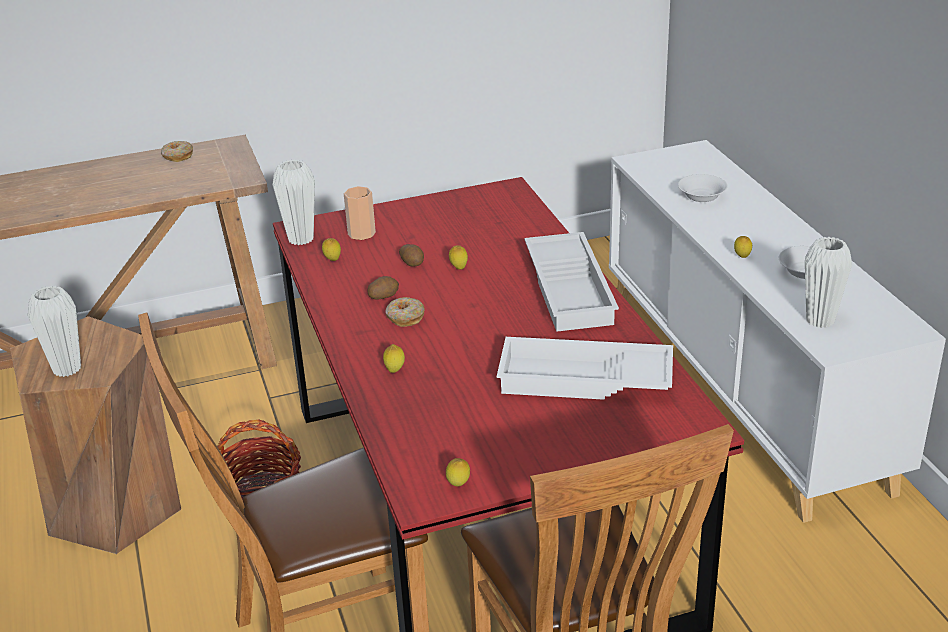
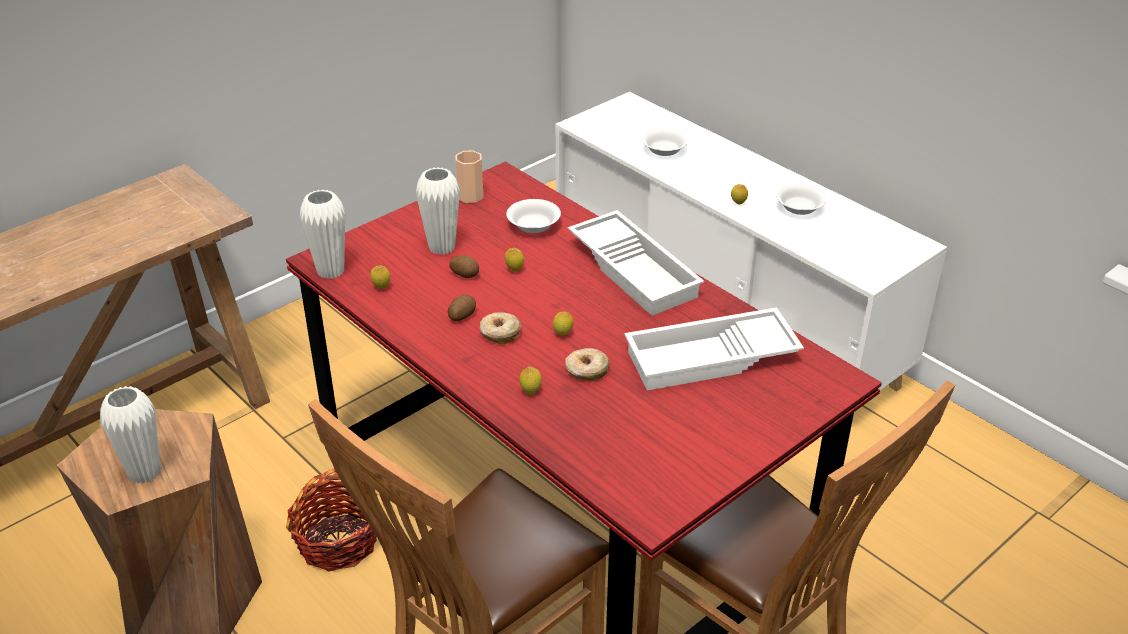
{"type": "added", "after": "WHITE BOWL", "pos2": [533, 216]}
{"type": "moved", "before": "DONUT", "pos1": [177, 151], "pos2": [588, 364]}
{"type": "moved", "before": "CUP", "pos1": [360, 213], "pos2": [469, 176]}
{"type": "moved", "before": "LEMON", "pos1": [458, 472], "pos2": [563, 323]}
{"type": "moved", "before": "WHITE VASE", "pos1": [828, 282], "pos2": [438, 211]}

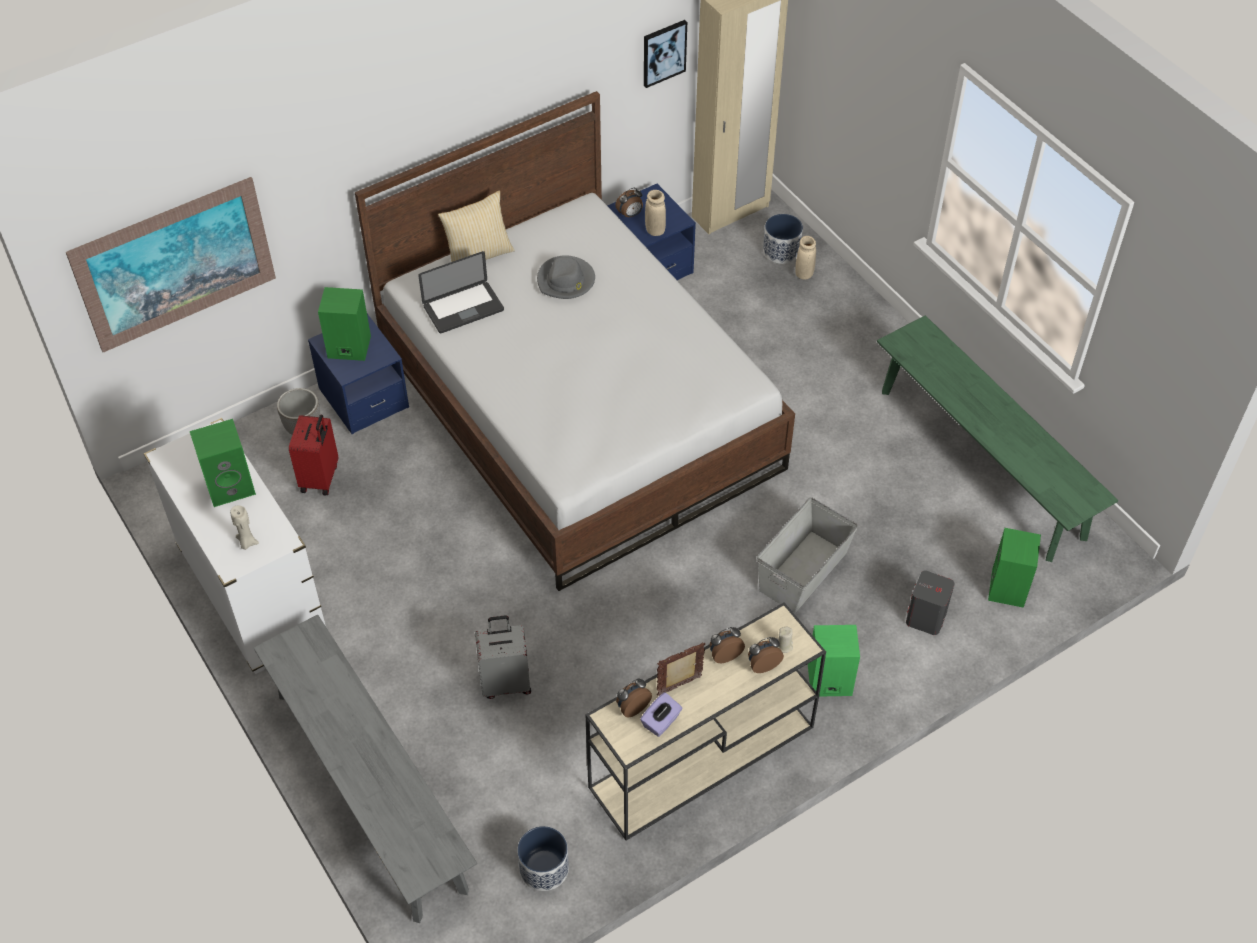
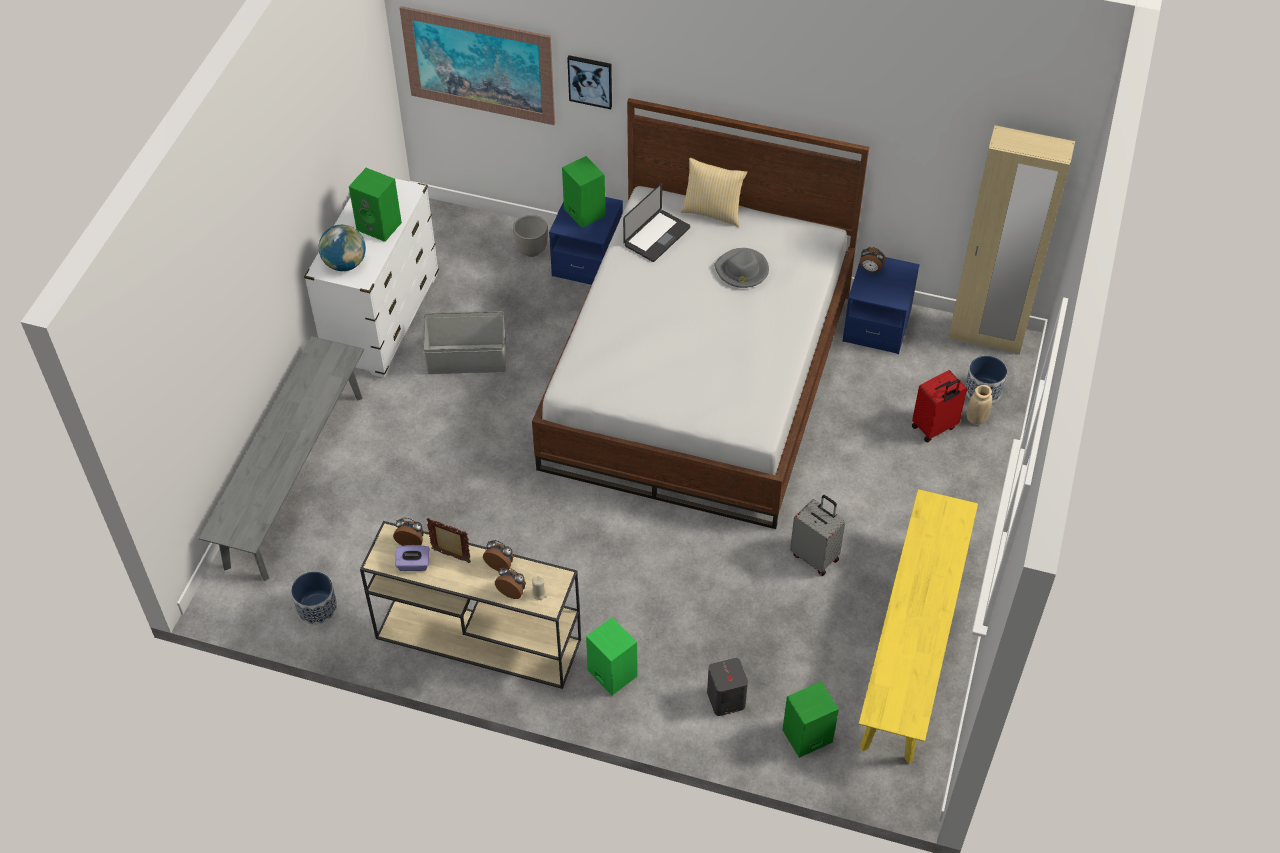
{"type": "removed", "before": "BEIGE VASE", "pos1": [655, 213]}
{"type": "moved", "before": "RED SUITCASE", "pos1": [313, 455], "pos2": [939, 406]}
{"type": "moved", "before": "GREY SUITCASE", "pos1": [503, 657], "pos2": [817, 535]}
{"type": "moved", "before": "PICTURE", "pos1": [665, 54], "pos2": [589, 82]}
{"type": "moved", "before": "GREY STORAGE BOX", "pos1": [807, 555], "pos2": [464, 342]}
{"type": "replaced", "before": "BEIGE CANDLE", "after": "GLOBE", "pos1": [244, 528], "pos2": [342, 248]}
{"type": "recoloured", "before": "GREEN BENCH", "after": "YELLOW BENCH", "pos1": [998, 438], "pos2": [918, 626]}
{"type": "turned", "before": "LAPTOP", "pos1": [461, 292], "pos2": [656, 222], "turn": -75}

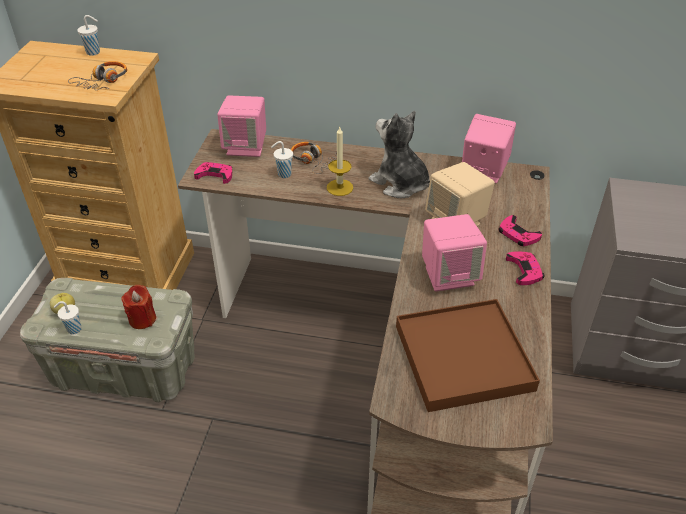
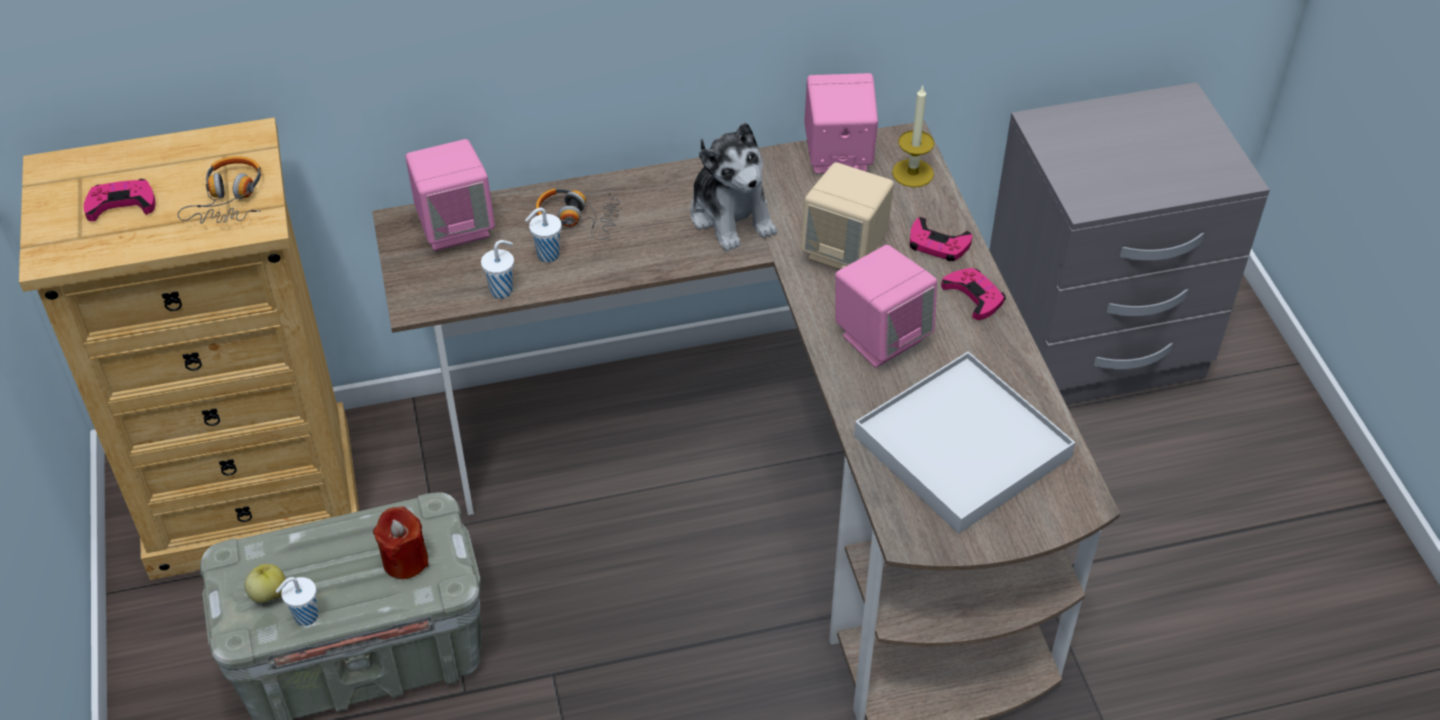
{"type": "moved", "before": "WHITE CUP", "pos1": [88, 35], "pos2": [497, 269]}
{"type": "moved", "before": "PINK GAME CONTROLLER", "pos1": [213, 173], "pos2": [120, 200]}
{"type": "moved", "before": "CANDLE", "pos1": [340, 161], "pos2": [913, 136]}
{"type": "recoloured", "before": "BROWN TRAY", "after": "WHITE TRAY", "pos1": [468, 355], "pos2": [964, 443]}
{"type": "turned", "before": "PLUSH TOY", "pos1": [399, 154], "pos2": [733, 187], "turn": -135}

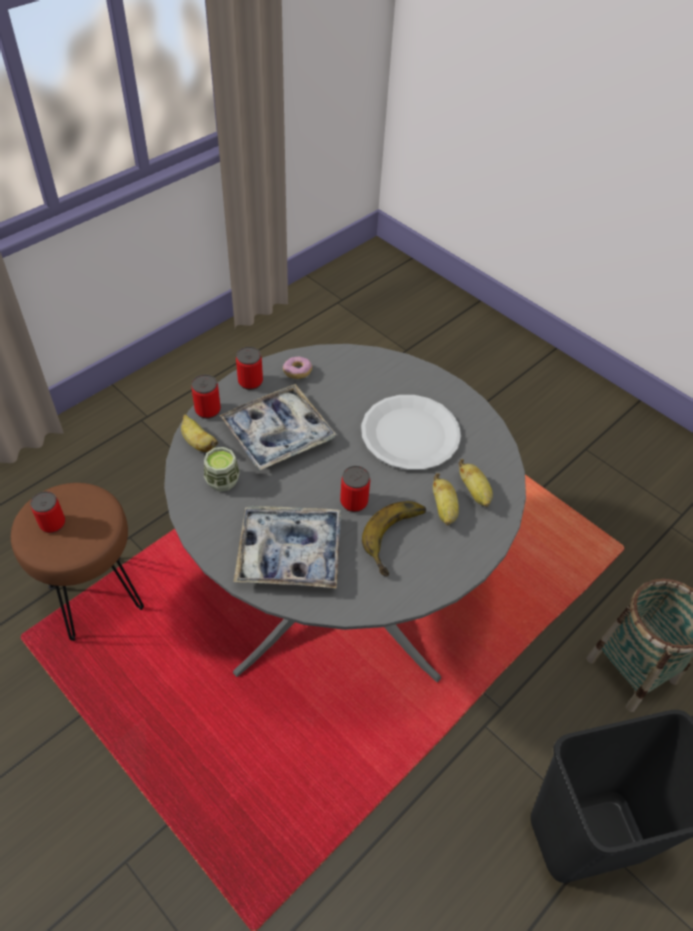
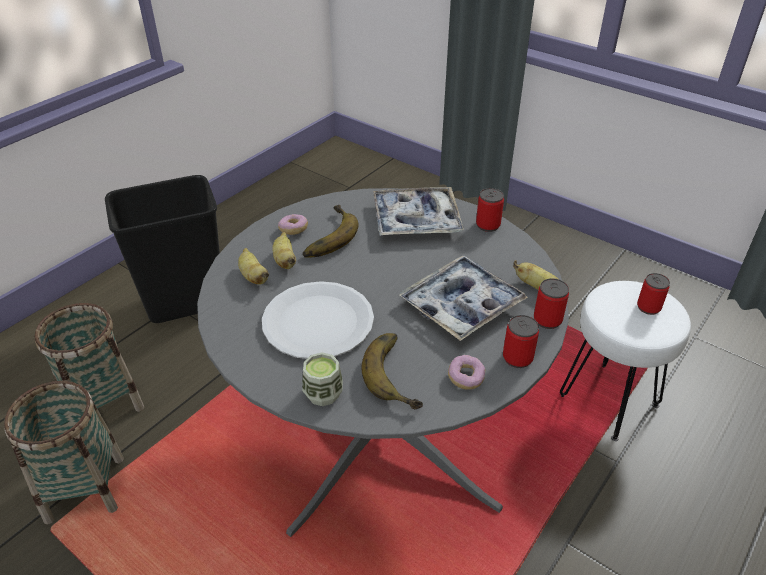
{"type": "added", "after": "BASKET", "pos2": [64, 452]}
{"type": "added", "after": "DONUT", "pos2": [293, 224]}
{"type": "added", "after": "BANANA", "pos2": [392, 371]}
{"type": "moved", "before": "CUP", "pos1": [222, 469], "pos2": [322, 379]}
{"type": "moved", "before": "CAN", "pos1": [355, 489], "pos2": [490, 210]}
{"type": "recoloured", "before": "BROWN STOOL", "after": "WHITE STOOL", "pos1": [77, 562], "pos2": [625, 361]}

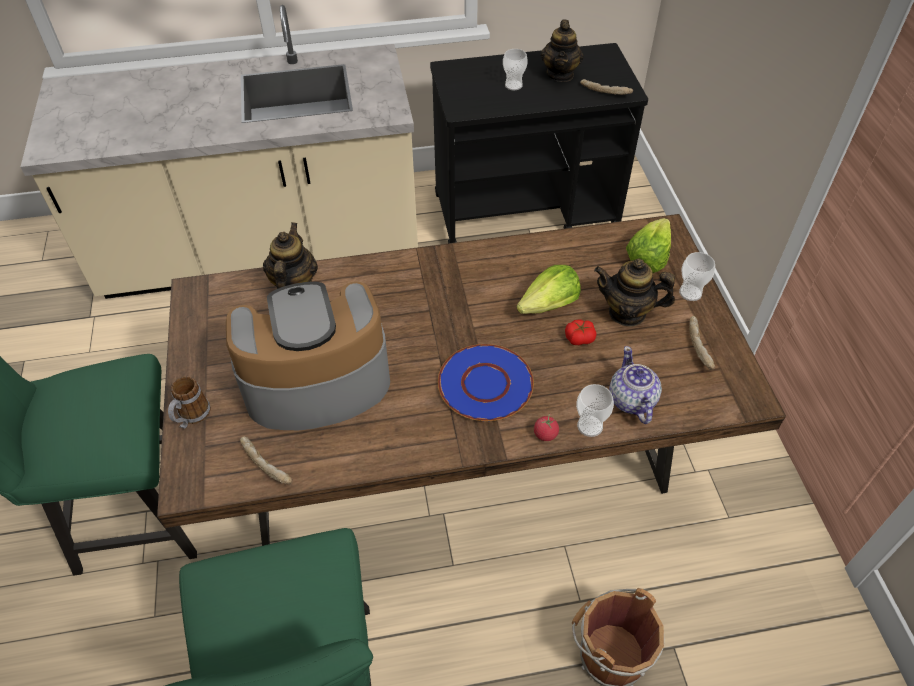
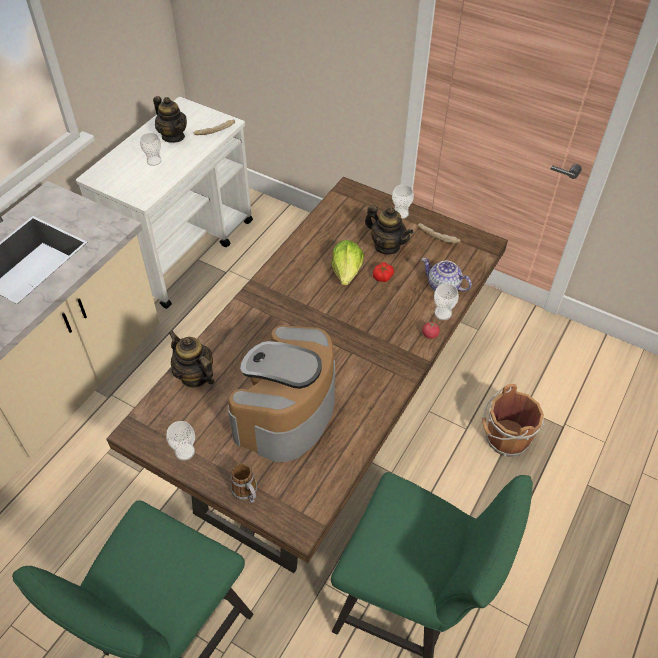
{"type": "removed", "before": "BREAD", "pos1": [266, 460]}
{"type": "removed", "before": "BLUE PLATE", "pos1": [486, 382]}
{"type": "removed", "before": "LETTUCE", "pos1": [648, 245]}
{"type": "added", "after": "CUP", "pos2": [180, 441]}
{"type": "recoloured", "before": "BLACK CART", "after": "WHITE CART", "pos1": [539, 143], "pos2": [164, 203]}
{"type": "turned", "before": "TEAPOT", "pos1": [634, 292], "pos2": [389, 229], "turn": -105}

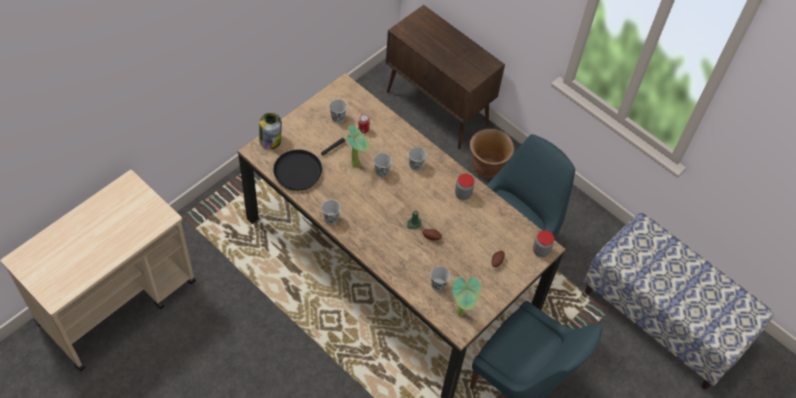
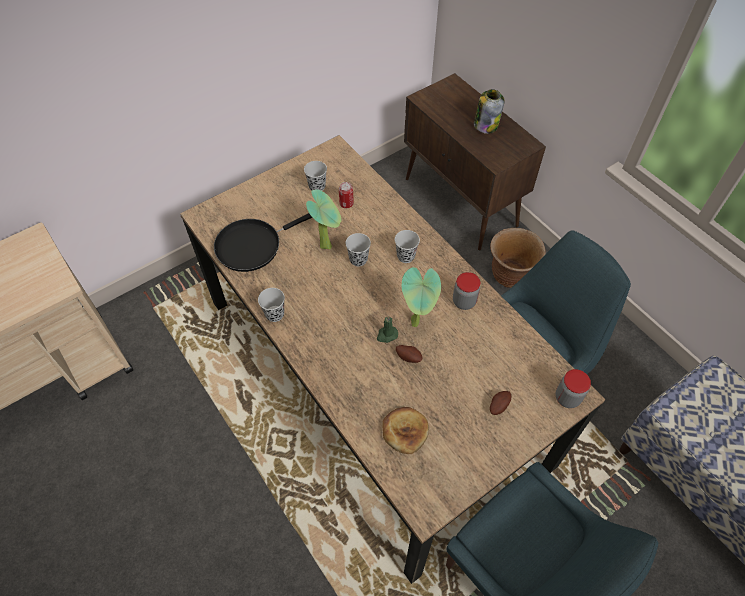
{"type": "moved", "before": "JAR", "pos1": [270, 131], "pos2": [489, 111]}
{"type": "moved", "before": "POTTED PLANT", "pos1": [466, 296], "pos2": [421, 297]}
{"type": "replaced", "before": "BLACK CUP", "after": "BREAD", "pos1": [440, 278], "pos2": [405, 430]}

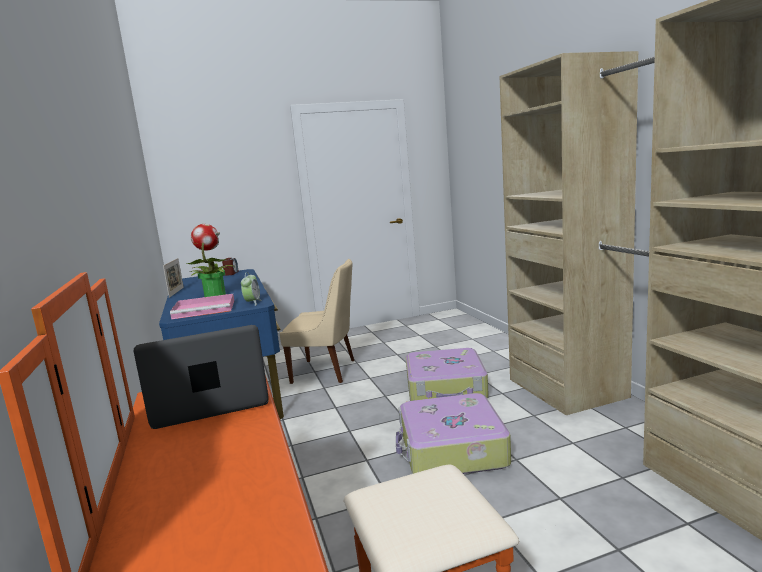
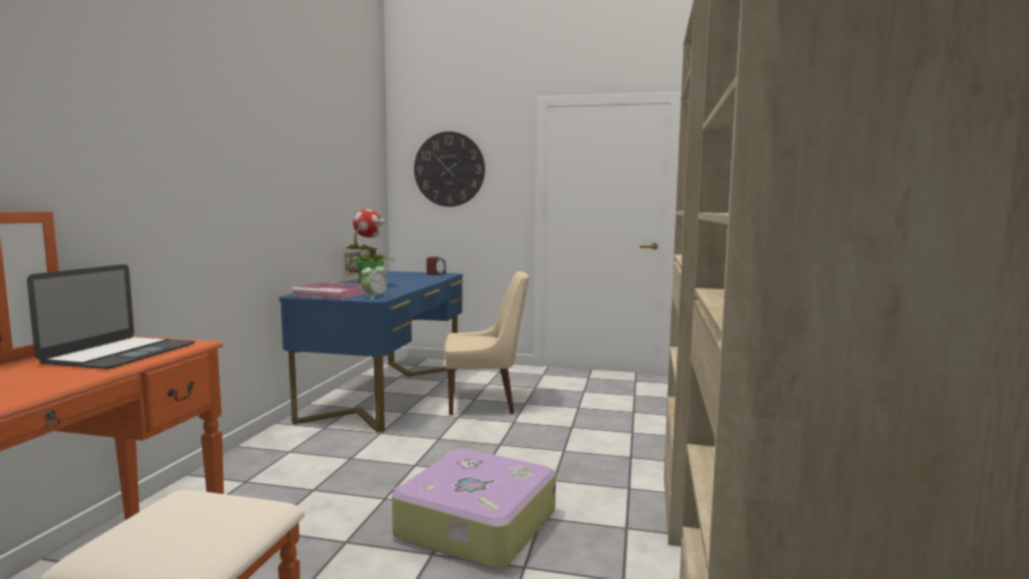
{"type": "removed", "before": "SUITCASE", "pos1": [447, 374]}
{"type": "added", "after": "WALL CLOCK", "pos2": [449, 169]}
{"type": "turned", "before": "LAPTOP", "pos1": [201, 377], "pos2": [111, 316], "turn": 90}
{"type": "turned", "before": "BEIGE CHAIR", "pos1": [317, 321], "pos2": [487, 343], "turn": -45}

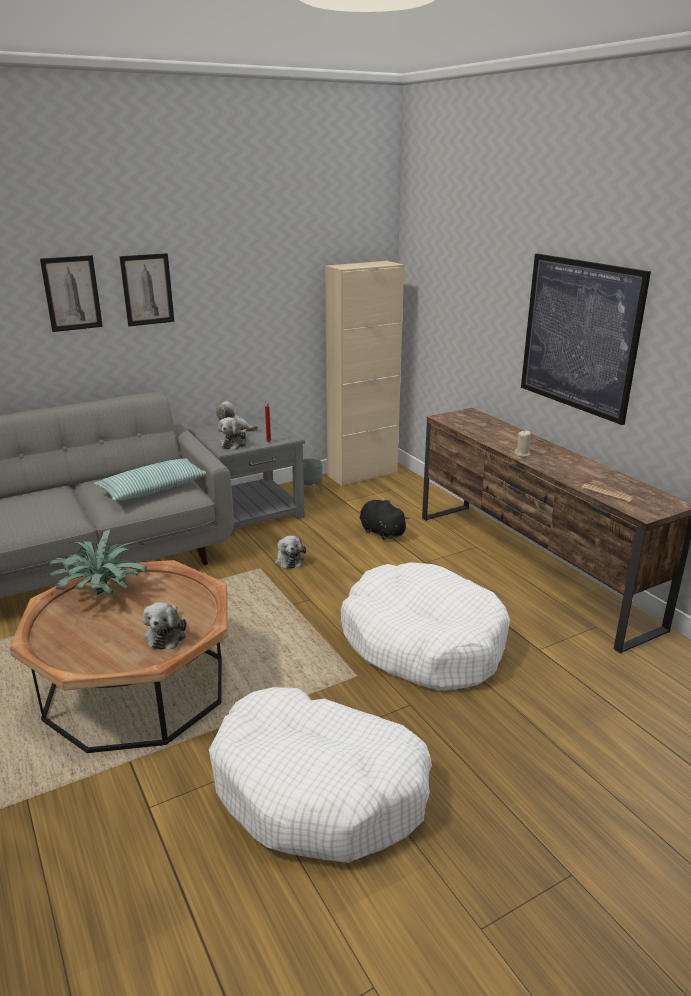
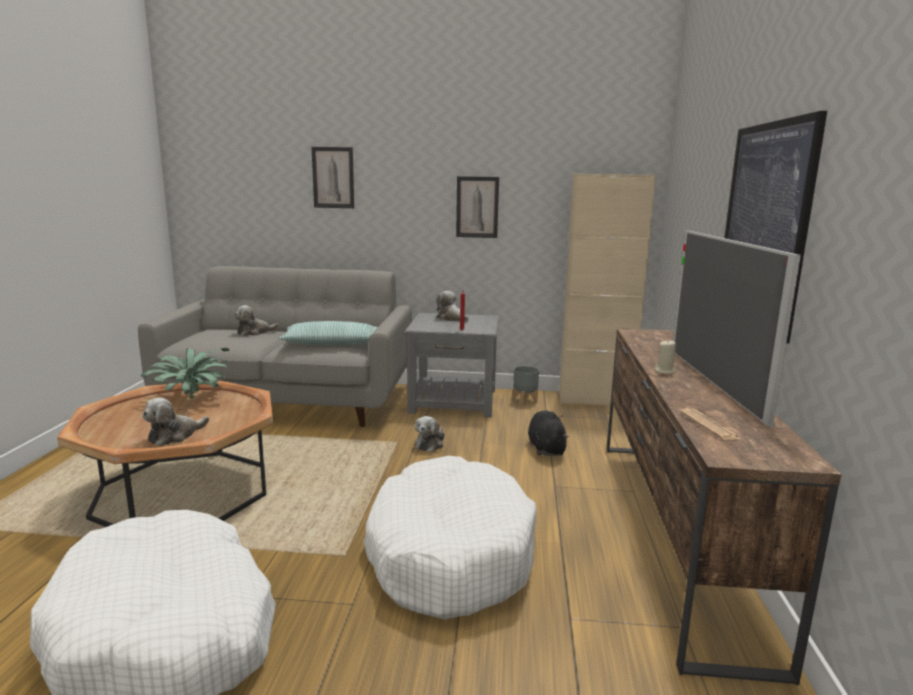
{"type": "added", "after": "TELEVISION", "pos2": [737, 328]}
{"type": "moved", "before": "PICTURE", "pos1": [146, 289], "pos2": [477, 207]}
{"type": "moved", "before": "PLUSH TOY", "pos1": [232, 433], "pos2": [256, 320]}

